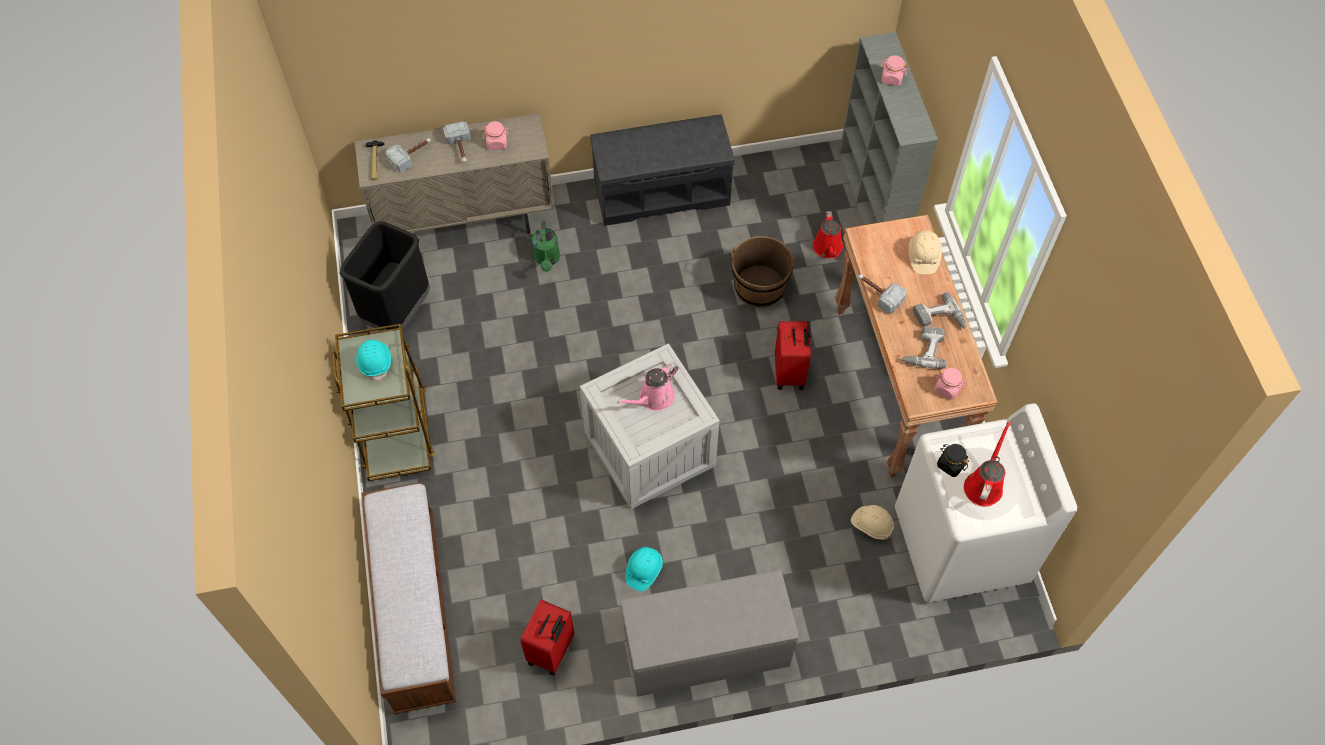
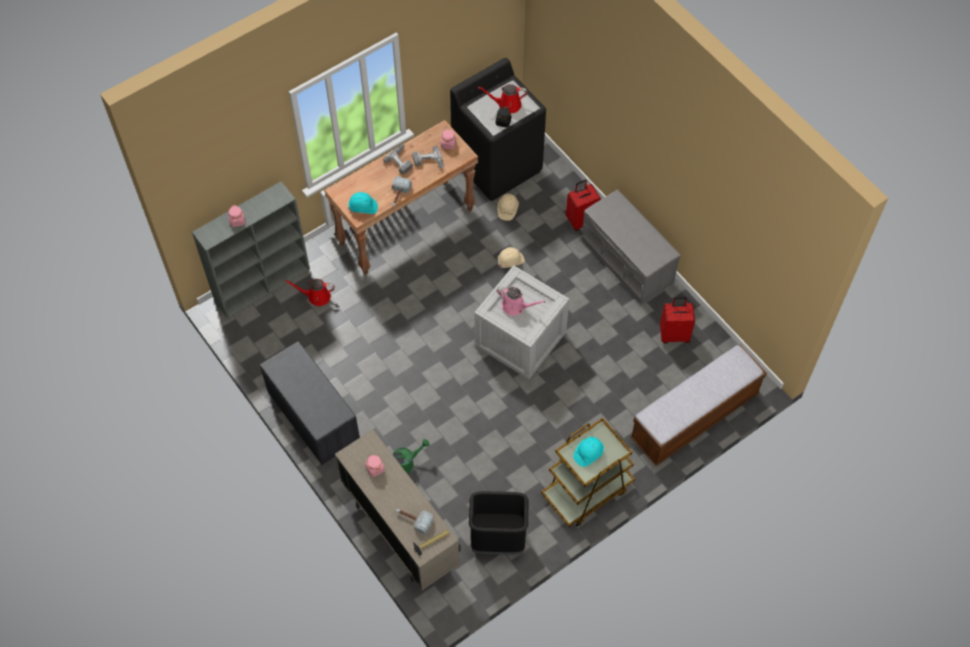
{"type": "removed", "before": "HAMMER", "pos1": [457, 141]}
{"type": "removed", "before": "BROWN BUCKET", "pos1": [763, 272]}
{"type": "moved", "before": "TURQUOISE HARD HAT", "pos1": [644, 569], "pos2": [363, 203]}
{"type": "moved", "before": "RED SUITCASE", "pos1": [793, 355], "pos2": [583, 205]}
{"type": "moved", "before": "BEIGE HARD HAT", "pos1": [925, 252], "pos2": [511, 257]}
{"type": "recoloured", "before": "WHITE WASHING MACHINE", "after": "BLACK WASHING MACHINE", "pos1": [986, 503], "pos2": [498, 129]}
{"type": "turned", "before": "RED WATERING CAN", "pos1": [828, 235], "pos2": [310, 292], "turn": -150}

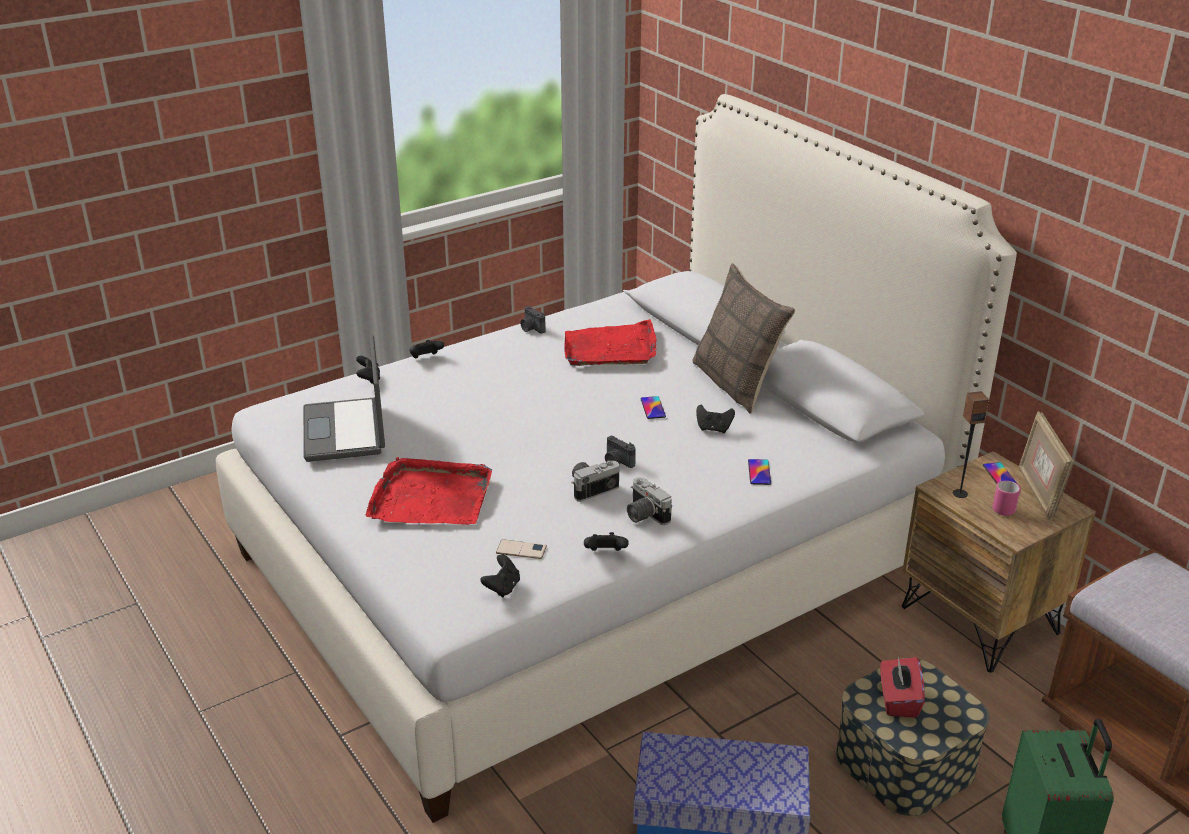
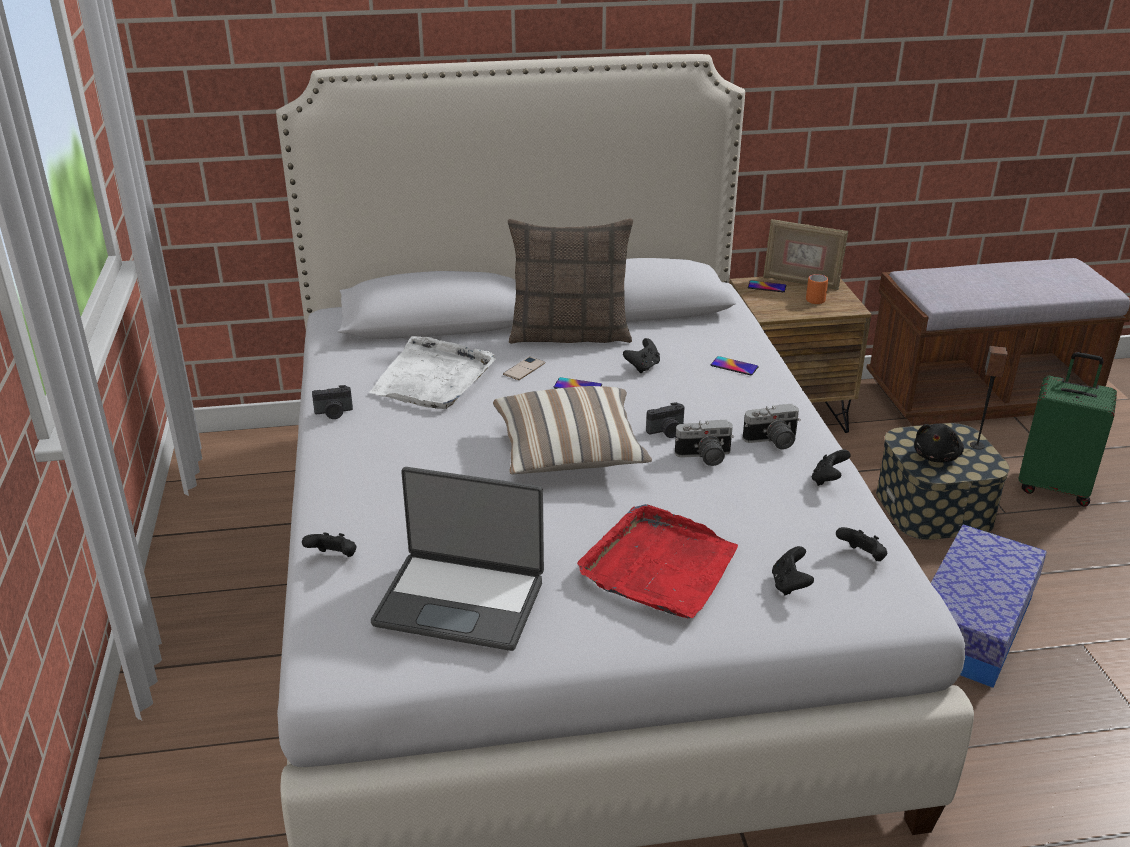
{"type": "added", "after": "PILLOW", "pos2": [572, 430]}
{"type": "moved", "before": "BLACK GAME CONTROLLER", "pos1": [426, 349], "pos2": [793, 570]}
{"type": "moved", "before": "PHONE", "pos1": [521, 549], "pos2": [524, 368]}
{"type": "moved", "before": "SPEAKER", "pos1": [971, 444], "pos2": [989, 397]}
{"type": "replaced", "before": "RED TISSUE BOX", "after": "BLACK PLUSH TOY", "pos1": [902, 687], "pos2": [939, 442]}
{"type": "recoloured", "before": "RED TRAY", "after": "WHITE TRAY", "pos1": [610, 342], "pos2": [432, 372]}
{"type": "recoloured", "before": "PINK MUG", "after": "ORANGE MUG", "pos1": [1007, 498], "pos2": [817, 289]}
{"type": "turned", "before": "PHOTO CAMERA", "pos1": [595, 481], "pos2": [704, 442], "turn": -90}

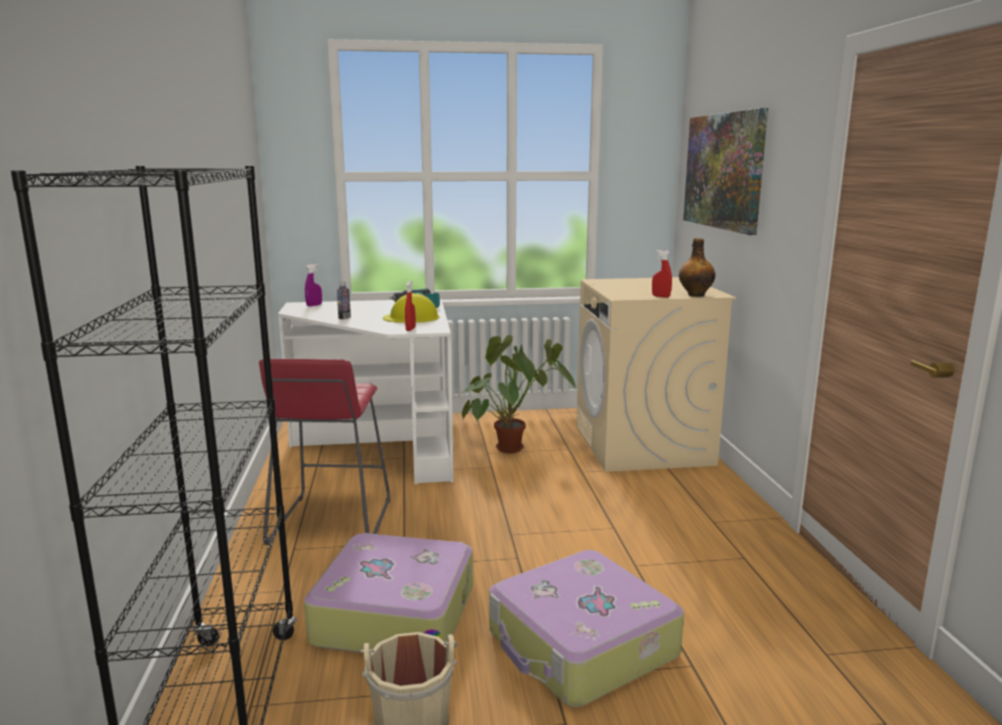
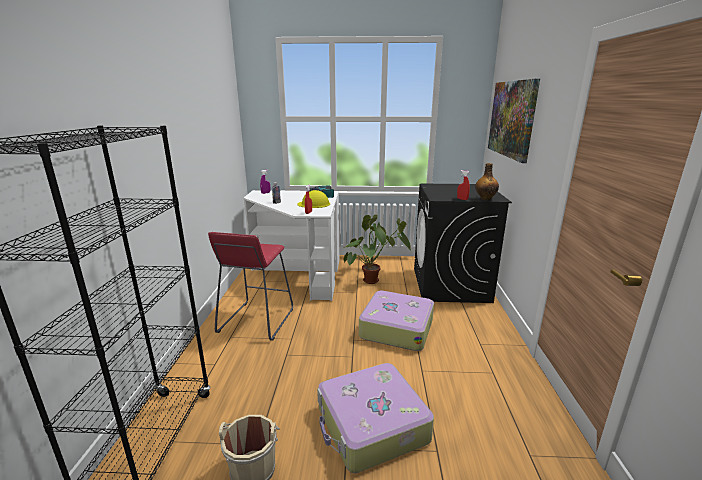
{"type": "moved", "before": "SUITCASE", "pos1": [388, 593], "pos2": [396, 321]}
{"type": "recoloured", "before": "BEIGE WASHING MACHINE", "after": "BLACK WASHING MACHINE", "pos1": [656, 374], "pos2": [463, 243]}

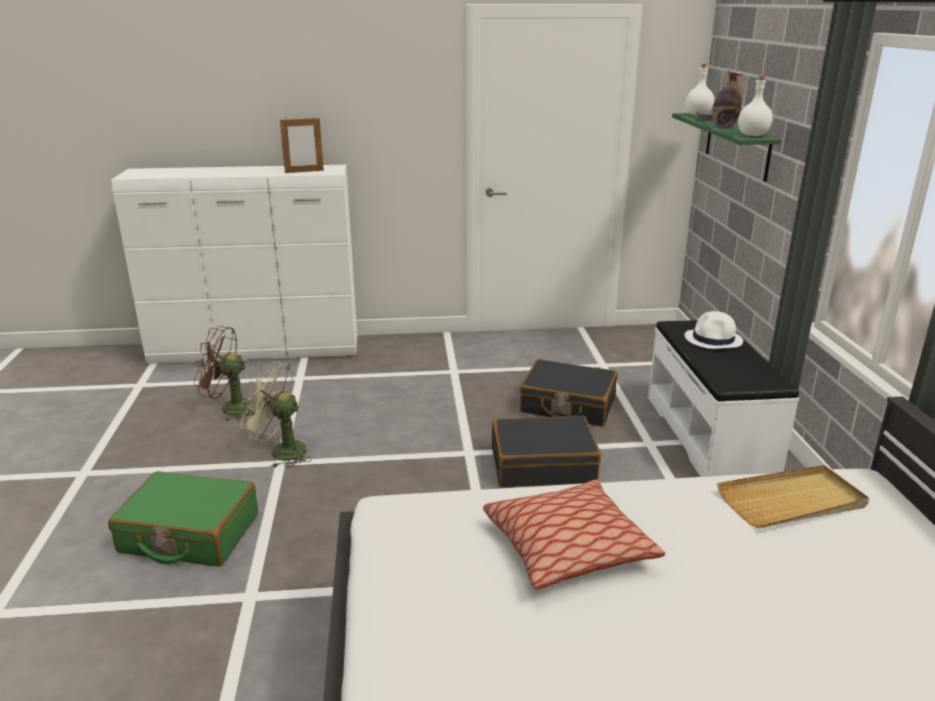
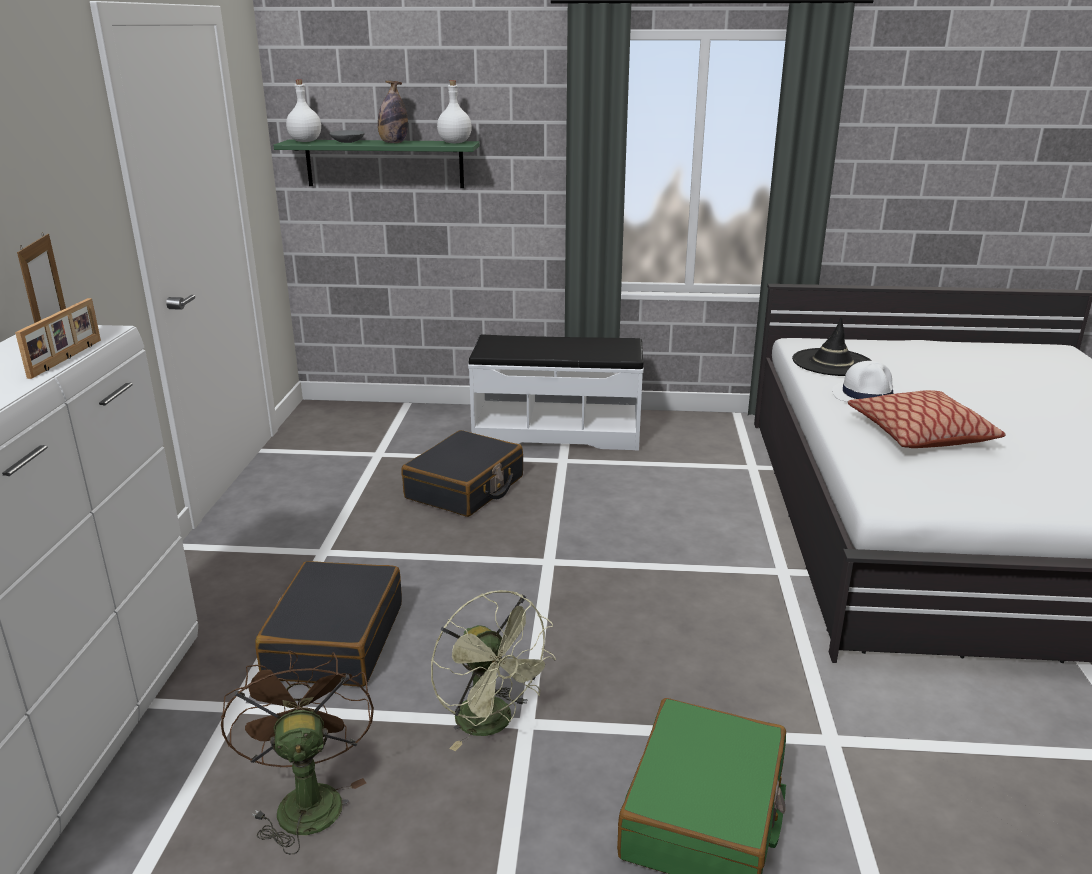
{"type": "added", "after": "PICTURE FRAME", "pos2": [58, 338]}
{"type": "moved", "before": "BLACK SUITCASE", "pos1": [546, 452], "pos2": [328, 624]}
{"type": "moved", "before": "WHITE HAT", "pos1": [713, 330], "pos2": [867, 381]}
{"type": "replaced", "before": "BEIGE TRAY", "after": "BLACK HAT", "pos1": [793, 496], "pos2": [832, 346]}
{"type": "turned", "before": "BROWN FAN", "pos1": [224, 373], "pos2": [297, 752], "turn": 150}
{"type": "turned", "before": "GREEN FAN", "pos1": [276, 414], "pos2": [493, 670], "turn": -60}

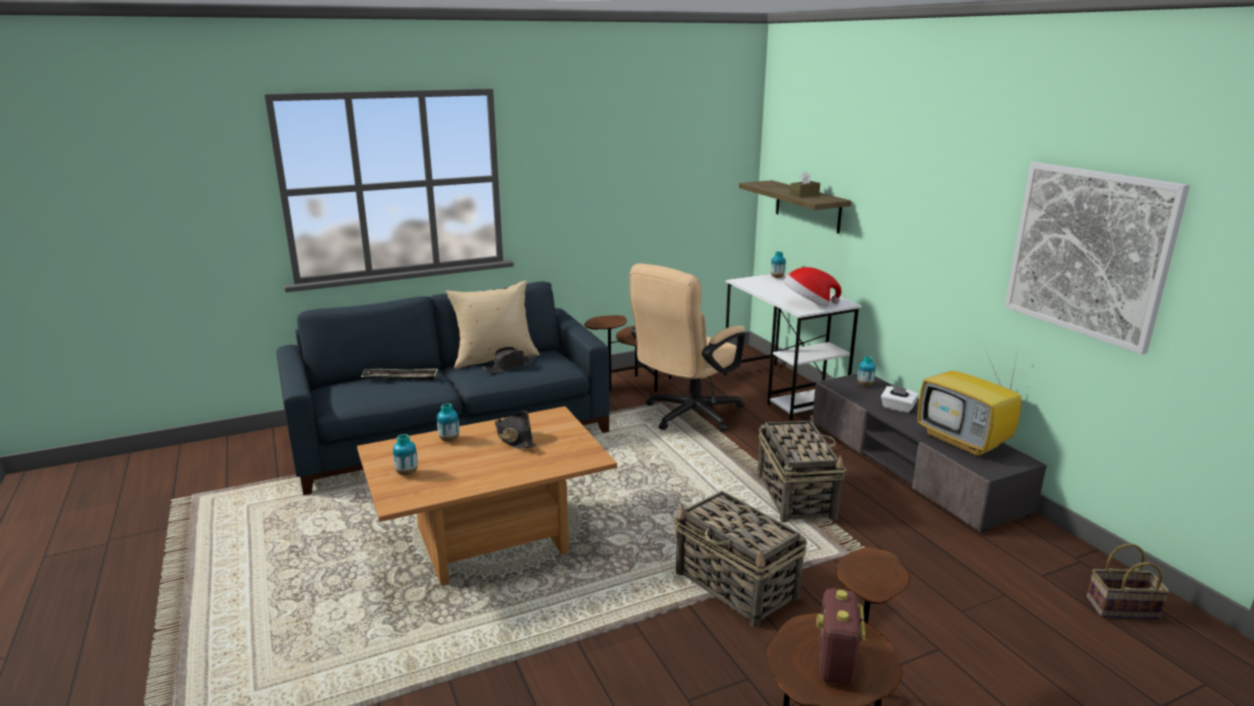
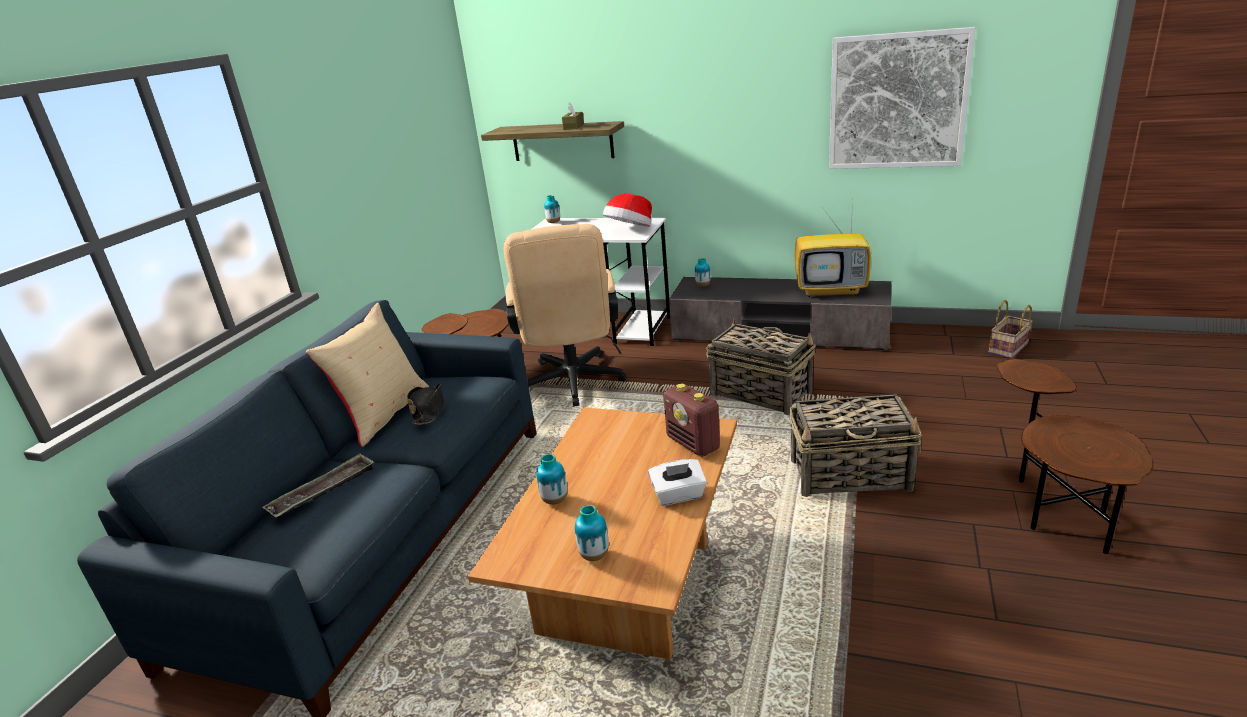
{"type": "removed", "before": "BLACK HAT", "pos1": [515, 430]}
{"type": "moved", "before": "RADIO", "pos1": [840, 636], "pos2": [692, 420]}
{"type": "moved", "before": "WHITE TISSUE BOX", "pos1": [899, 399], "pos2": [677, 482]}

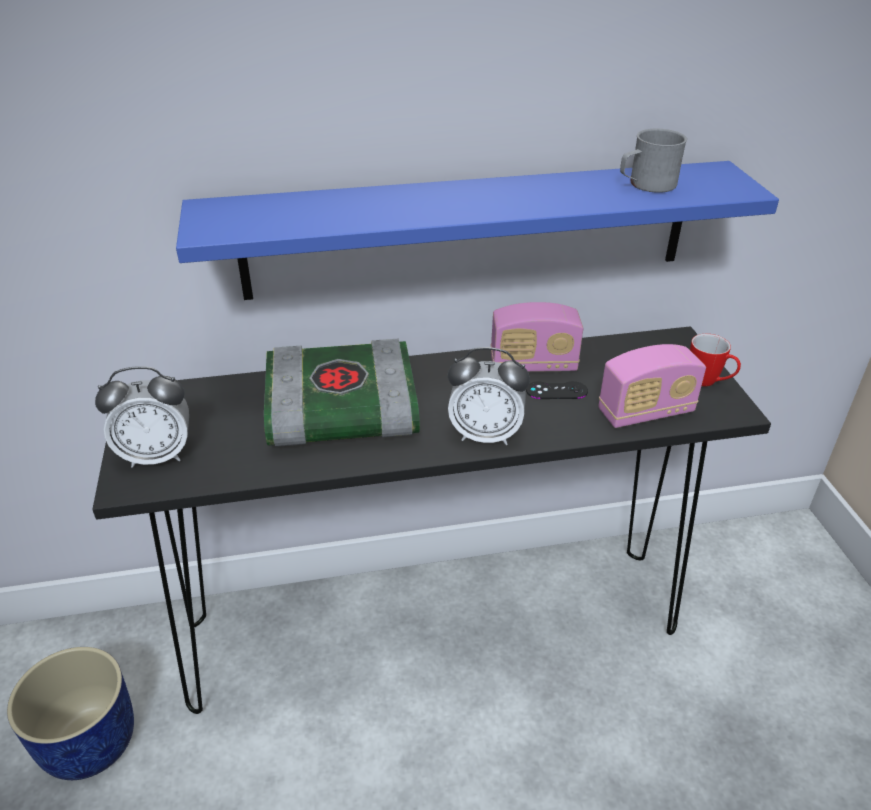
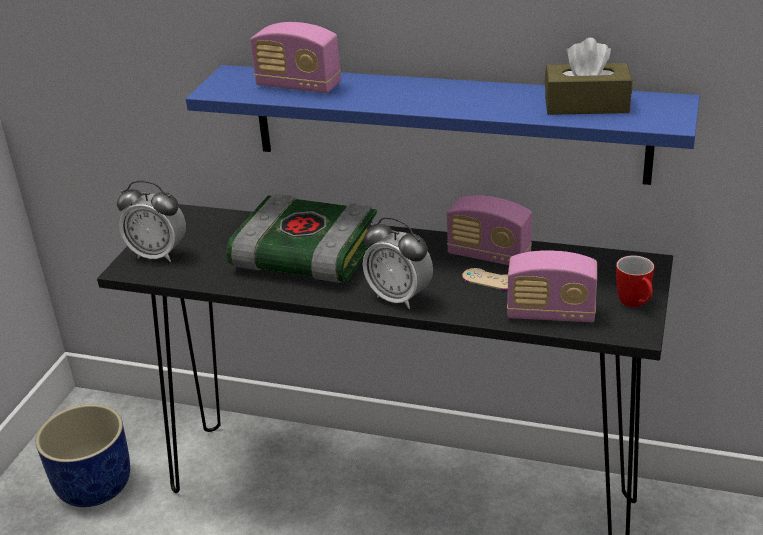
{"type": "added", "after": "RADIO", "pos2": [295, 57]}
{"type": "replaced", "before": "GREY MUG", "after": "BROWN TISSUE BOX", "pos1": [653, 161], "pos2": [588, 76]}
{"type": "recoloured", "before": "BLACK GAME CONTROLLER", "after": "BEIGE GAME CONTROLLER", "pos1": [557, 390], "pos2": [485, 279]}

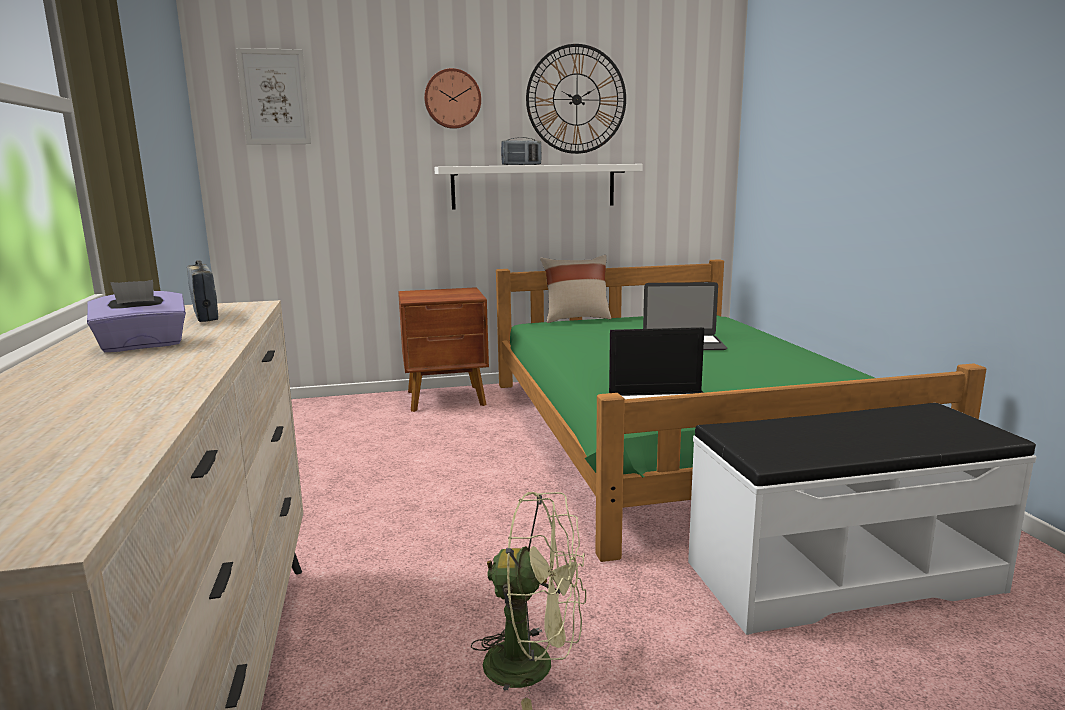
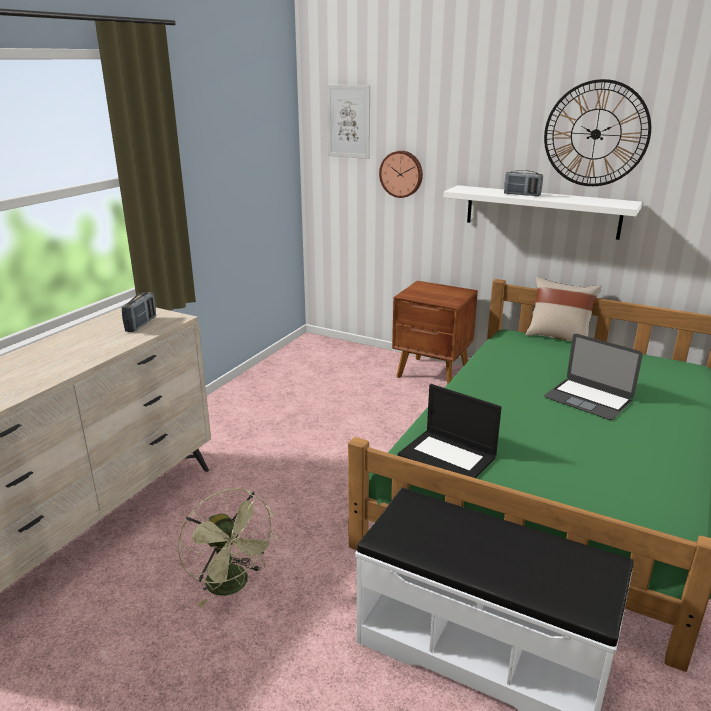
{"type": "removed", "before": "PURPLE TISSUE BOX", "pos1": [136, 316]}
{"type": "moved", "before": "WALL CLOCK", "pos1": [452, 98], "pos2": [401, 174]}

